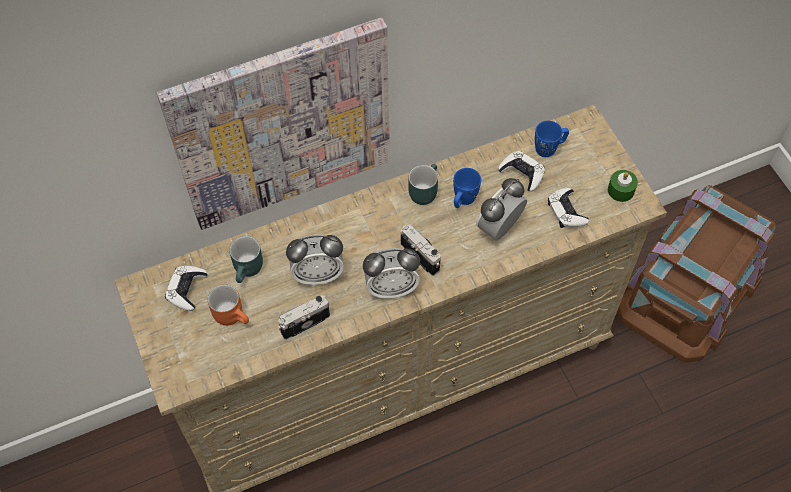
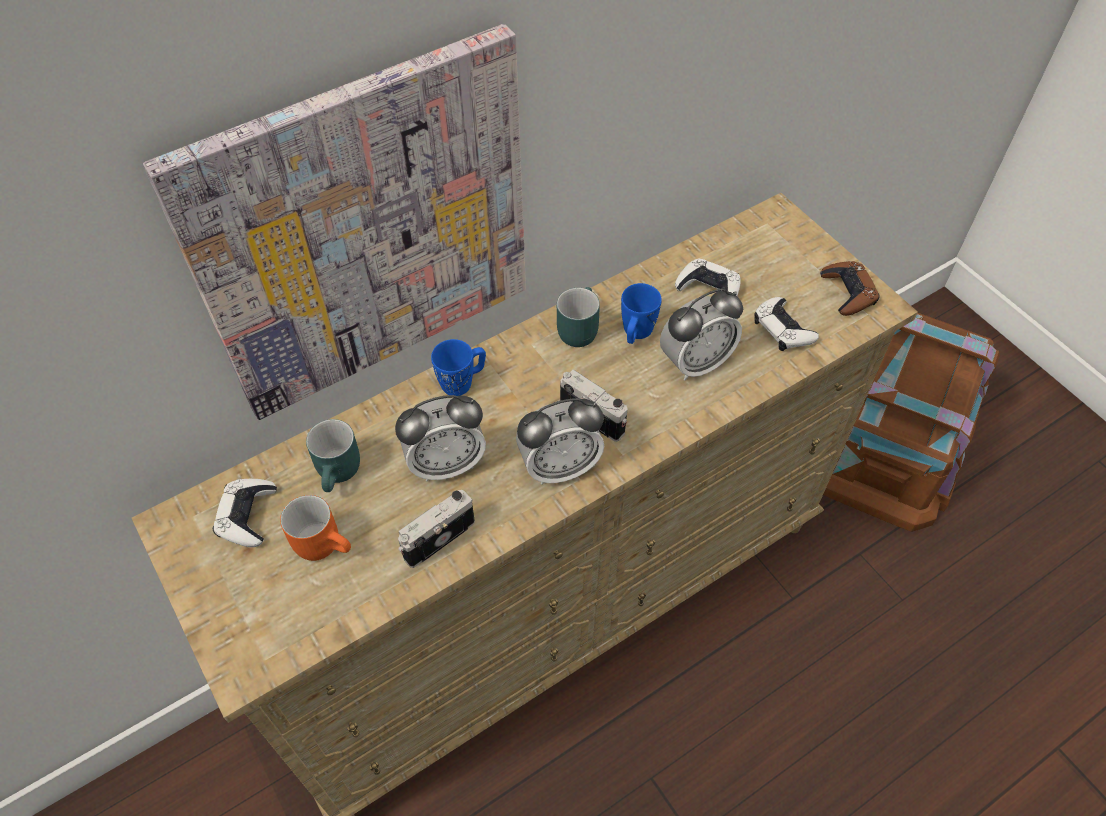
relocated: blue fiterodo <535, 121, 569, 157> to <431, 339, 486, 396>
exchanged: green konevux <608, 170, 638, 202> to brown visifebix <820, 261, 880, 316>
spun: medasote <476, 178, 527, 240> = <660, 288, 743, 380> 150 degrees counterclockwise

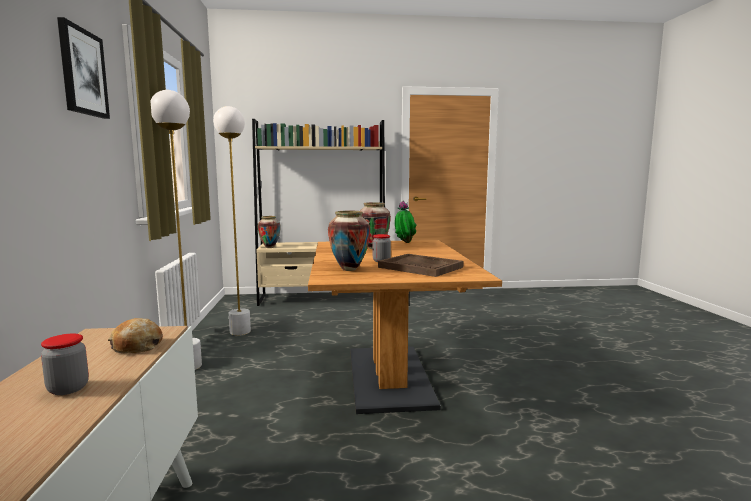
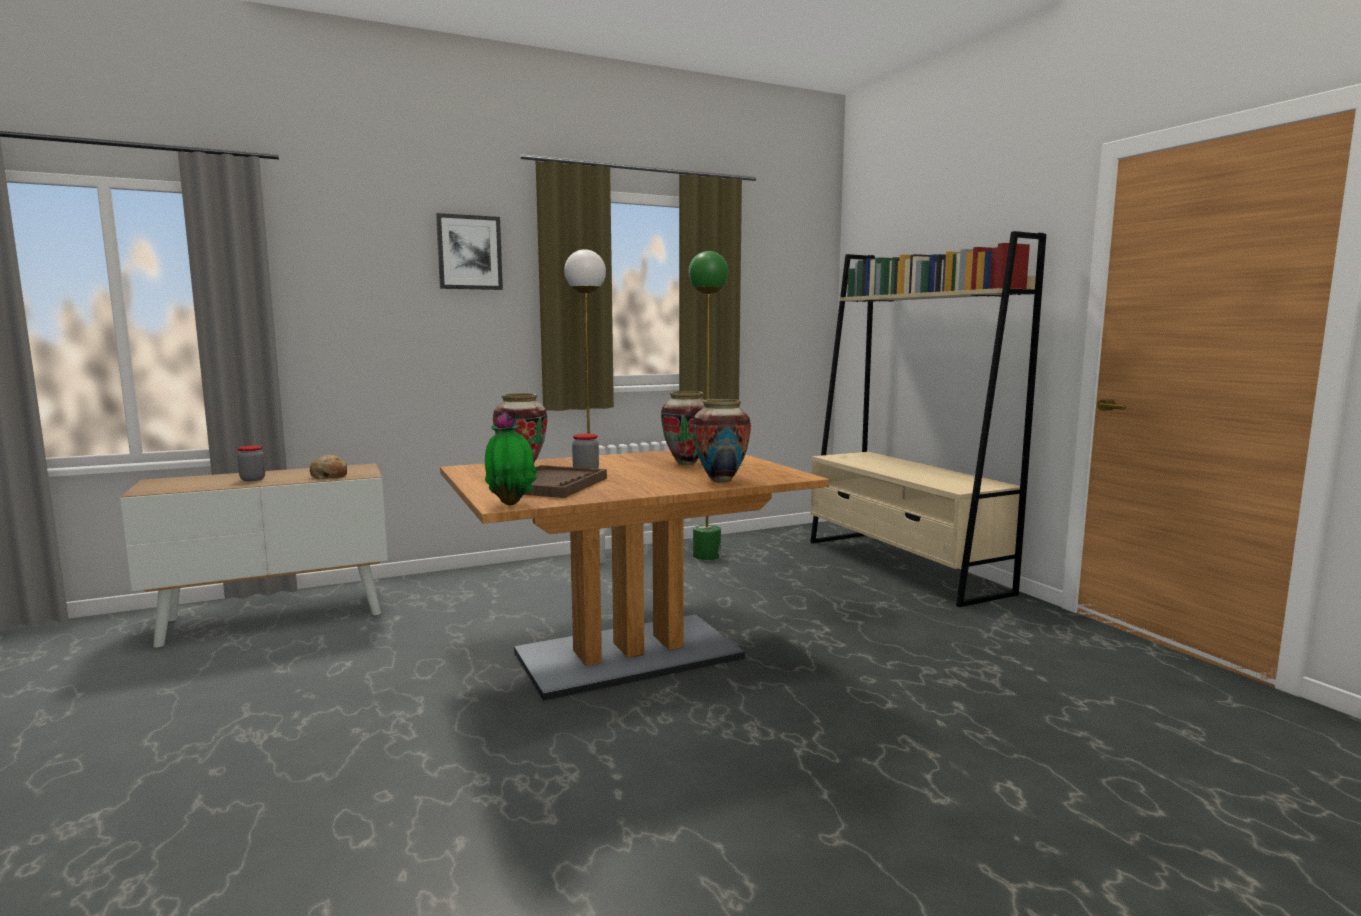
relocated: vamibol <257, 216, 281, 248> to <693, 399, 751, 483>; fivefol <395, 201, 416, 243> to <485, 412, 537, 505>
colour: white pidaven <213, 106, 251, 335> to green pidaven <689, 251, 729, 560>

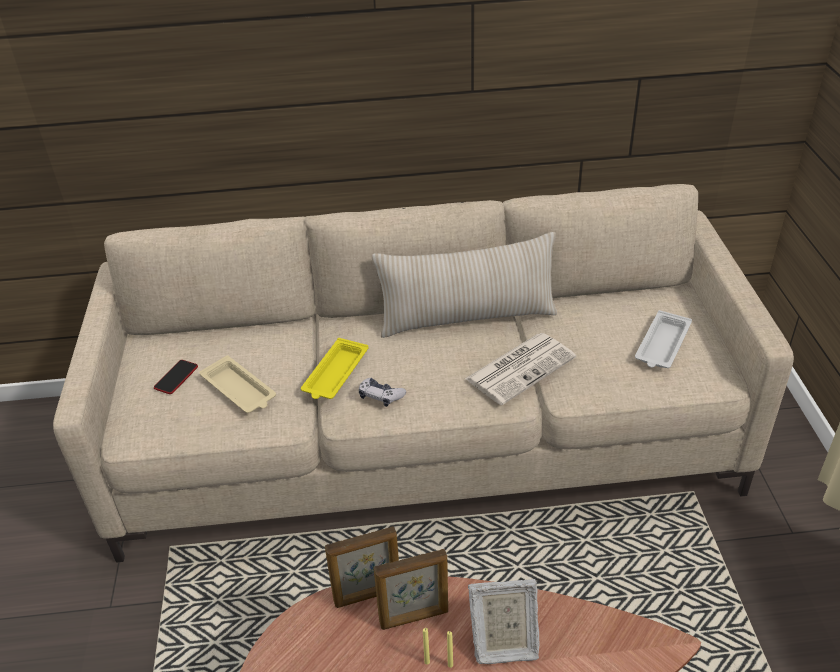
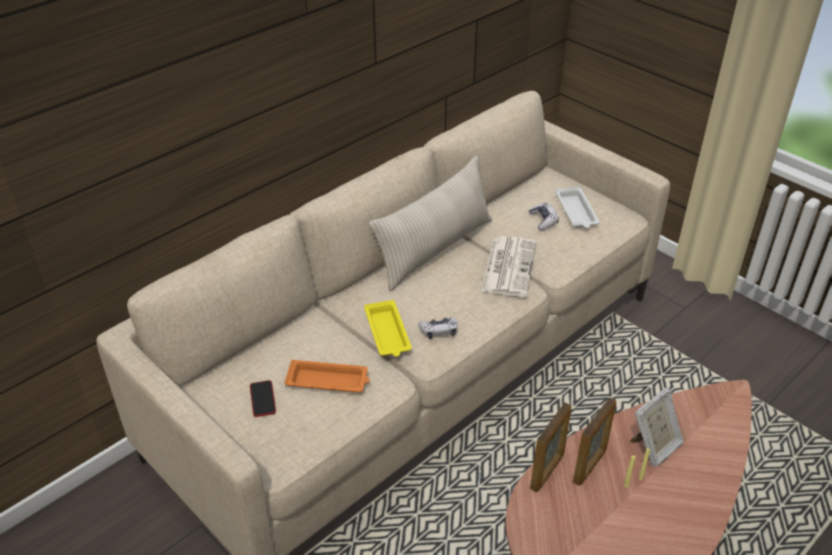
appeared: visifebix <529, 202, 559, 230>
colour: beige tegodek <199, 355, 276, 413> to orange tegodek <284, 359, 370, 392>

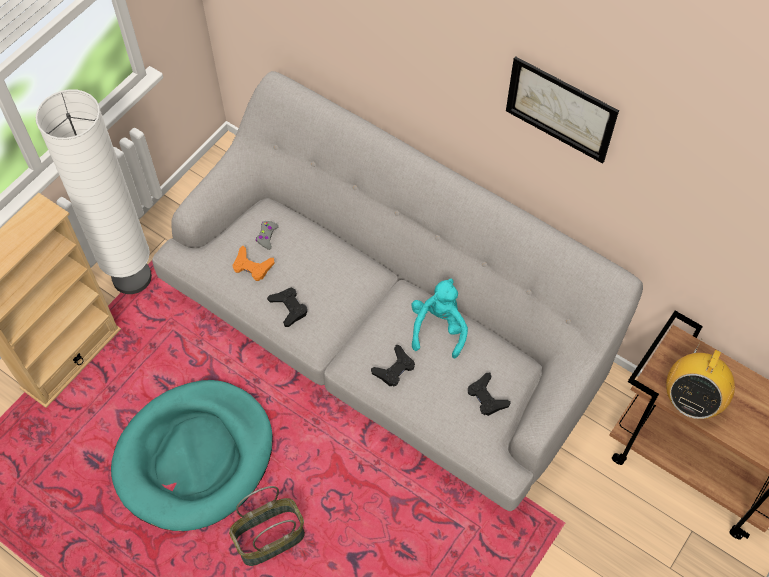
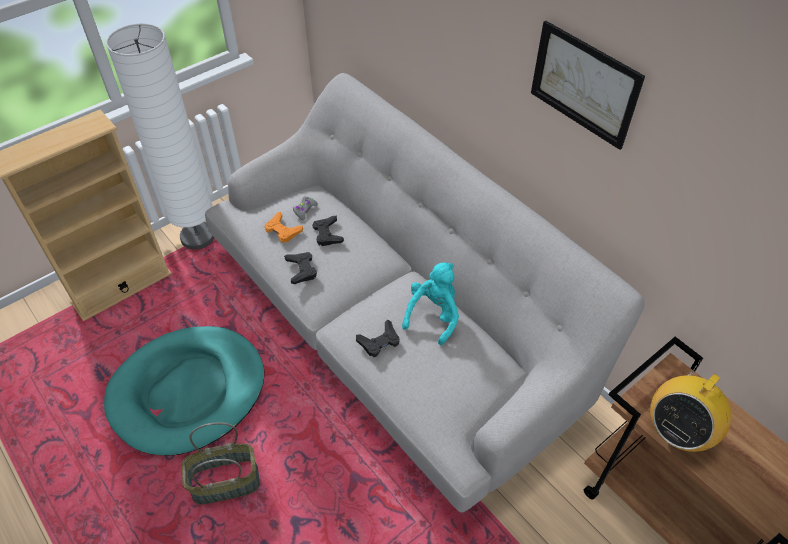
relocated: black visifebix <468, 372, 511, 416> to <313, 216, 344, 246>

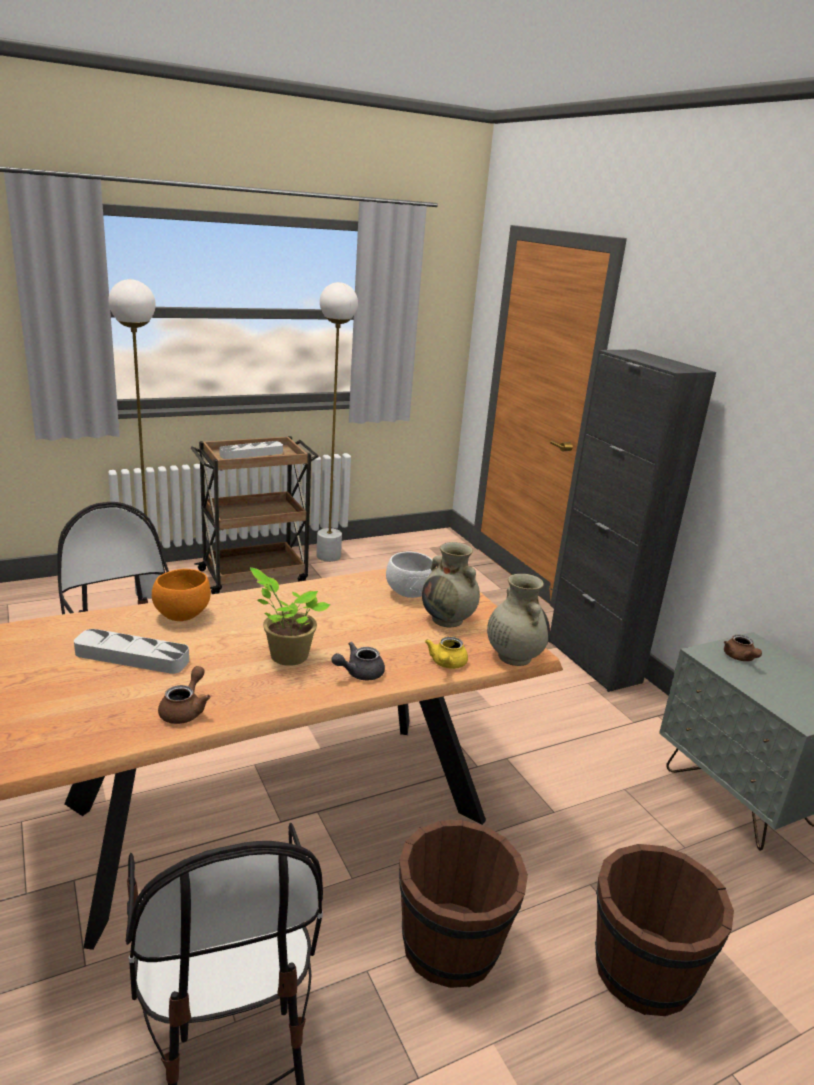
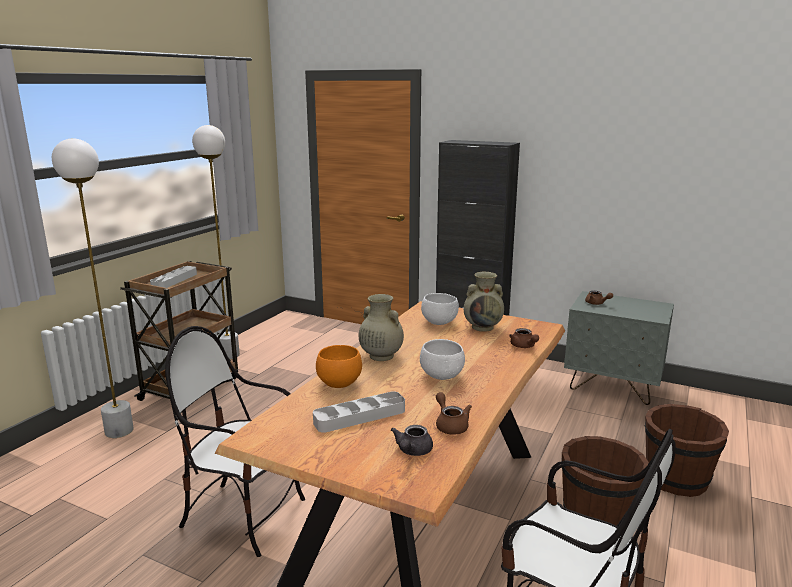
relocated: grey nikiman <331, 642, 385, 681> to <391, 425, 433, 456>; beige vamibol <487, 574, 550, 666> to <359, 294, 404, 361>
exchanged: fivefol <250, 567, 330, 666> to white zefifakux <420, 339, 465, 380>
colour: yellow nikiman <425, 637, 468, 669> to brown nikiman <509, 328, 539, 348>

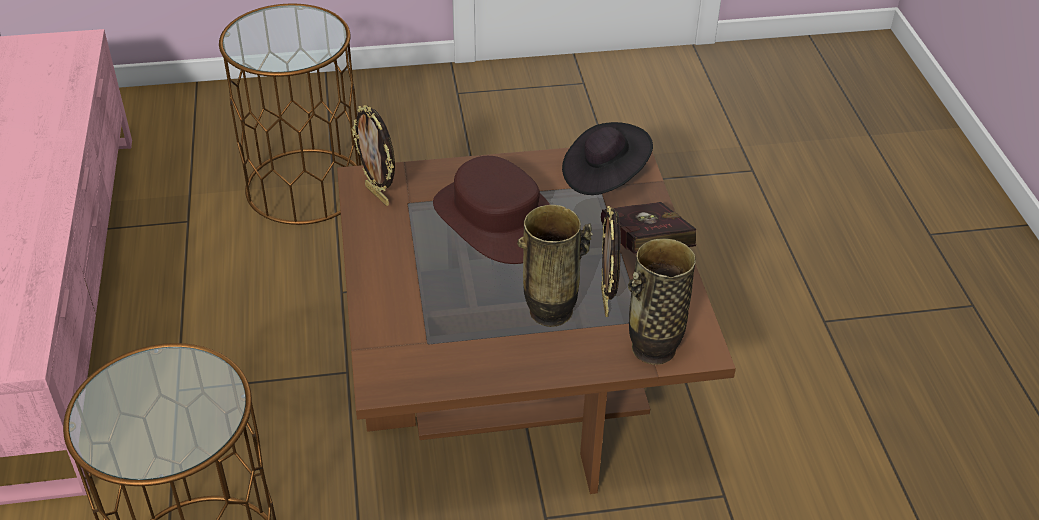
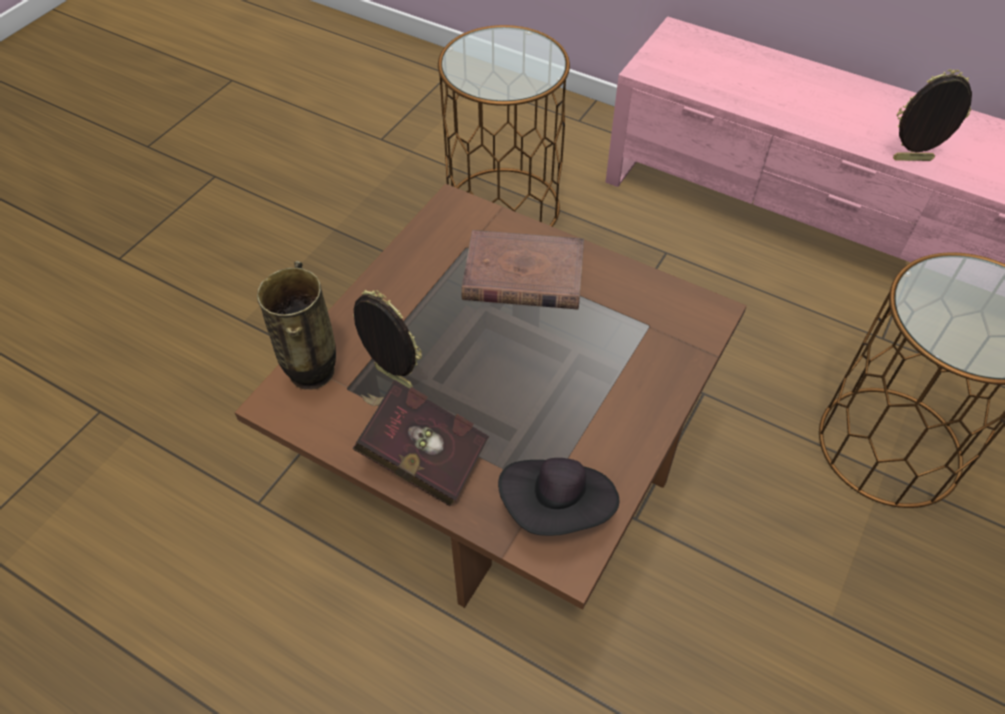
missing: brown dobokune <433, 156, 550, 264>; vamibol <517, 205, 593, 327>
appeared: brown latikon <461, 230, 584, 310>
relocated: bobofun <351, 105, 395, 206> to <893, 69, 972, 161>

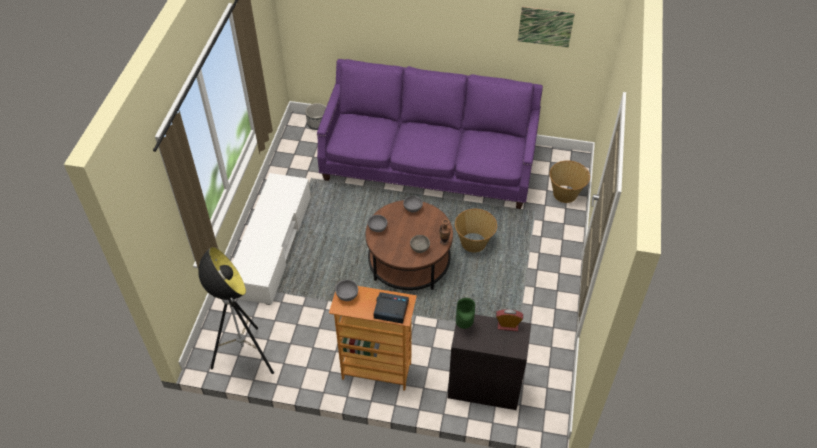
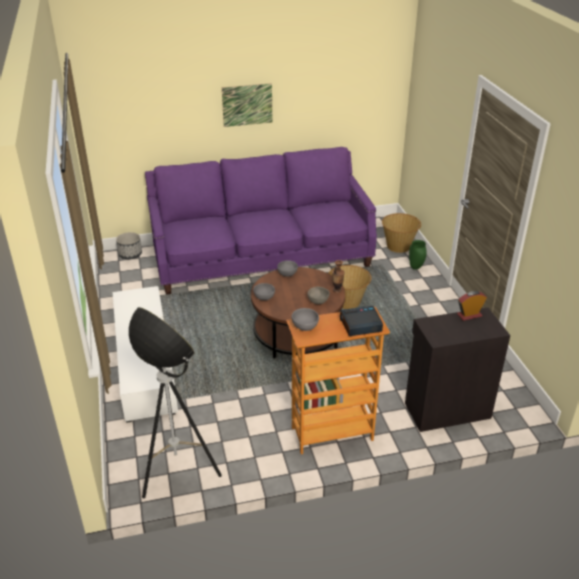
relocated: green vamibol <456, 298, 475, 329> to <409, 240, 427, 270>; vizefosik <518, 7, 575, 48> to <222, 83, 272, 127>

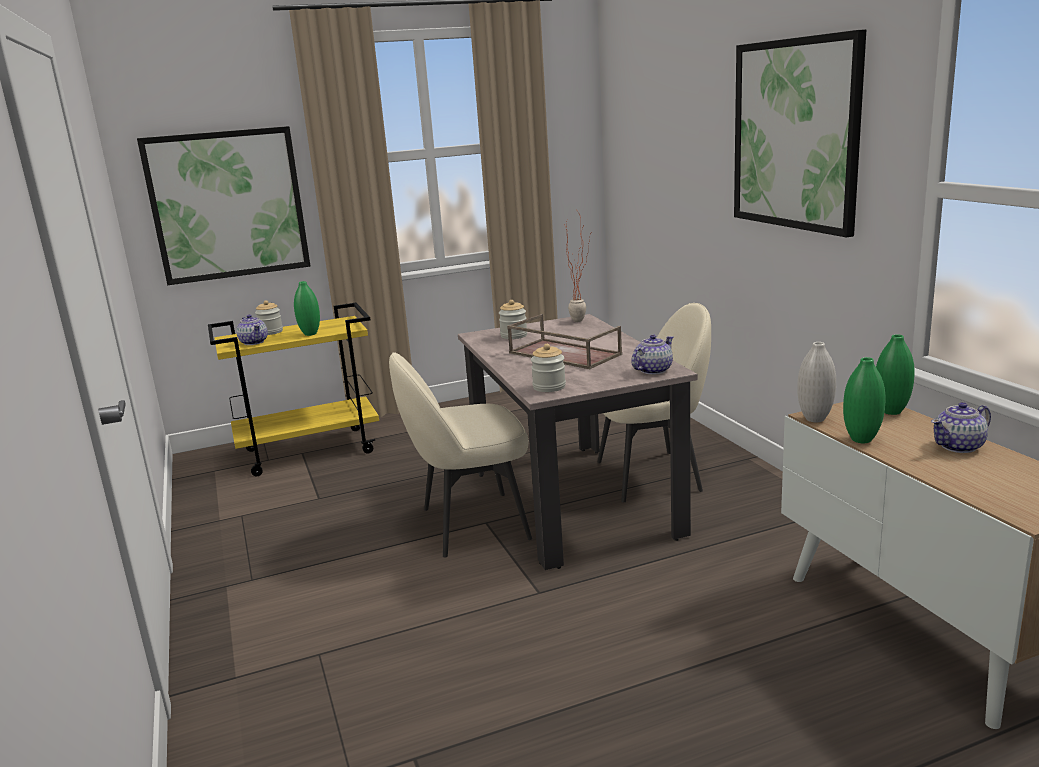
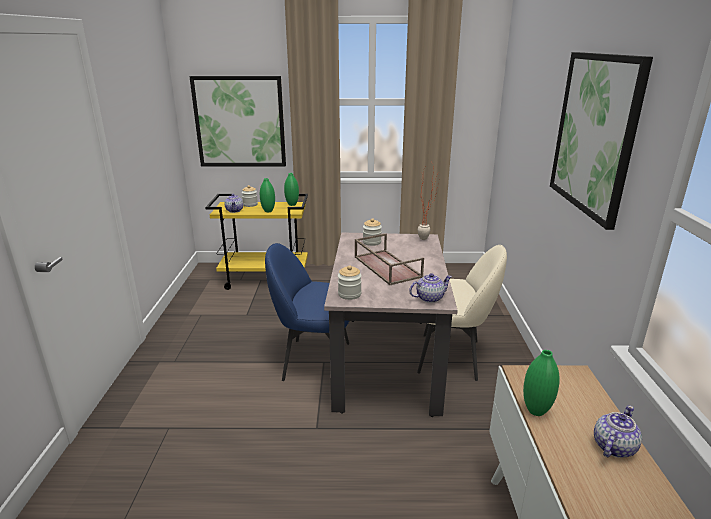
missing: white vamibol <797, 342, 836, 422>
relocated: green vamibol <876, 334, 915, 415> to <284, 173, 299, 206>
colour: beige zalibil <389, 352, 532, 558> to blue zalibil <265, 243, 349, 381>
spun: nikiman <931, 402, 991, 453> = <594, 405, 642, 458> 135 degrees clockwise

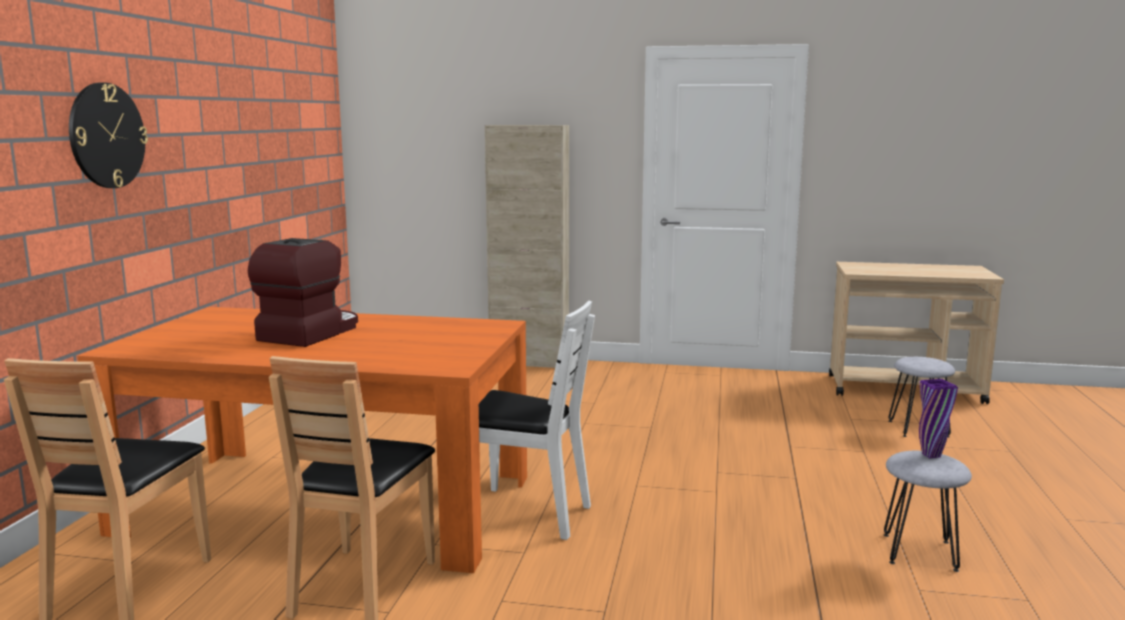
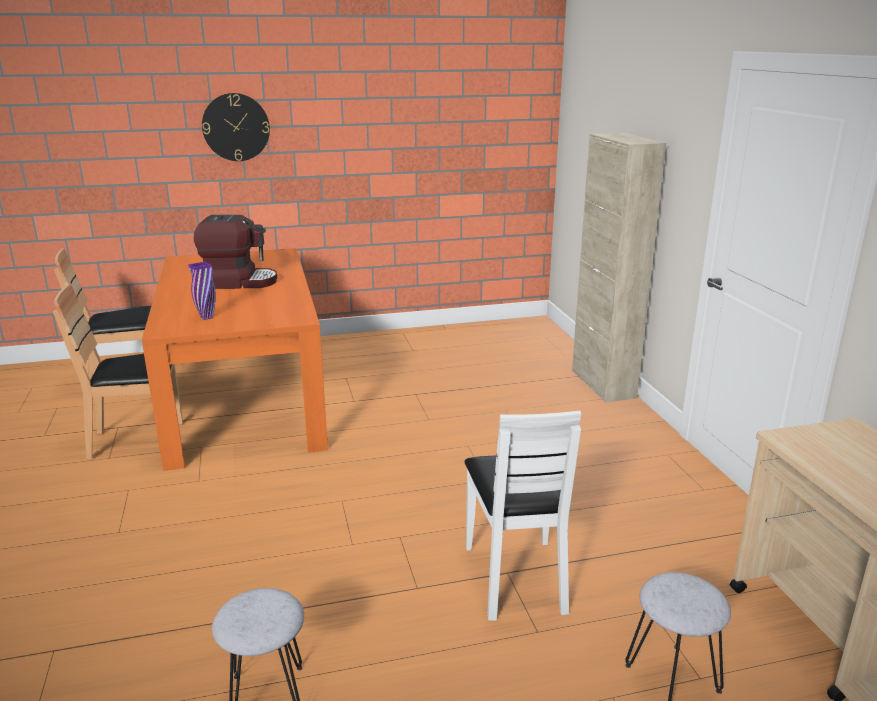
relocated: white zalibil <479, 300, 595, 540> to <465, 411, 581, 621>; purple vamibol <919, 379, 958, 458> to <188, 262, 216, 320>

